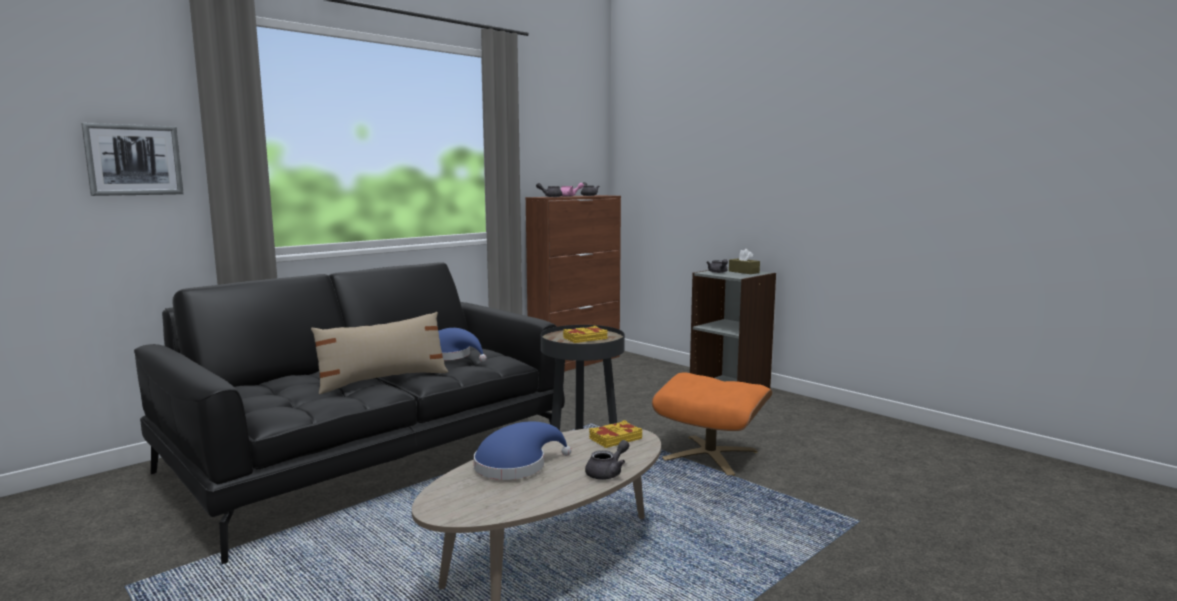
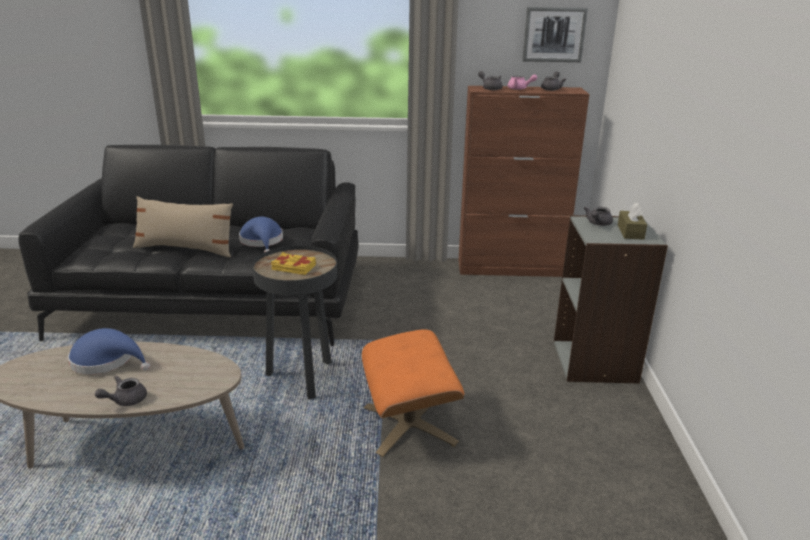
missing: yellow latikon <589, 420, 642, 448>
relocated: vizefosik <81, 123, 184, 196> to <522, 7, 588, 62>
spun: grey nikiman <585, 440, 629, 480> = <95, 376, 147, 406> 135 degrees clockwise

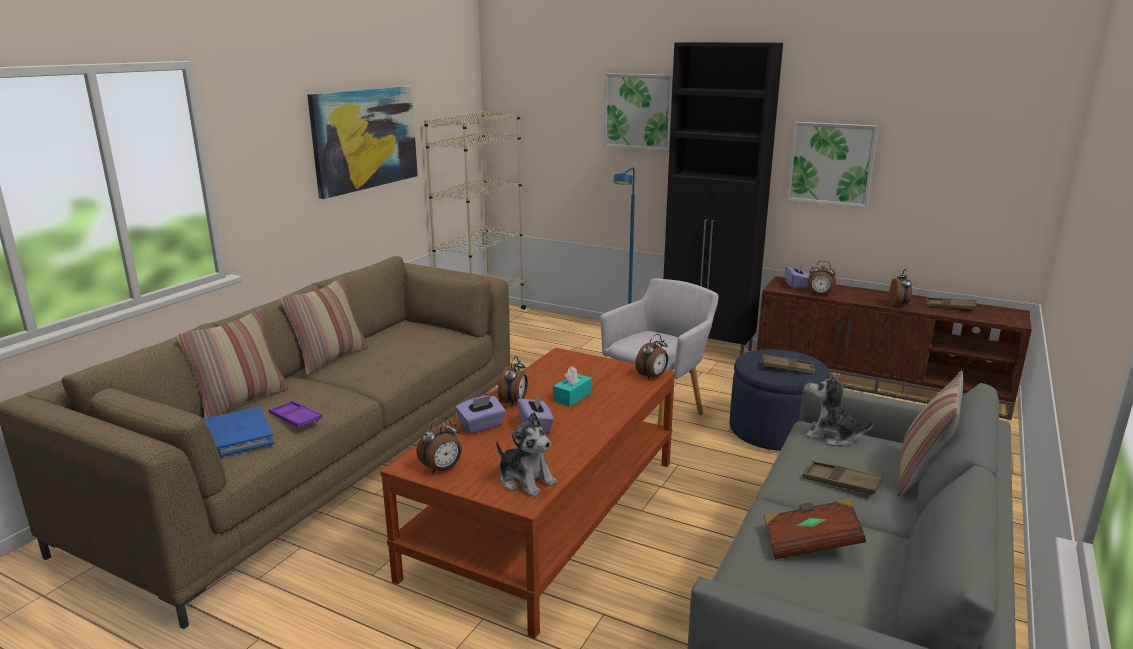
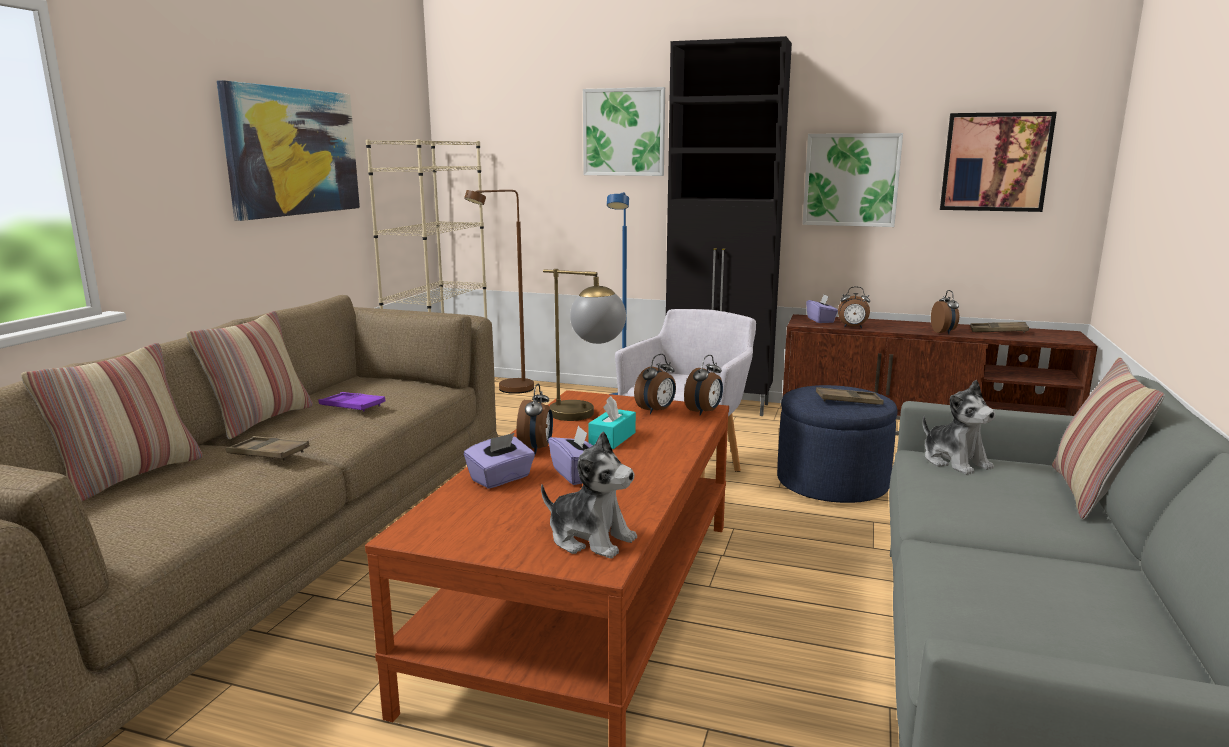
missing: blue latikon <204, 407, 274, 457>; brown latikon <764, 498, 866, 559>
appeared: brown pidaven <464, 190, 534, 394>; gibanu <543, 269, 626, 421>; vizefosik <940, 112, 1057, 212>
relocated: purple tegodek <269, 401, 323, 428> to <318, 392, 385, 412>; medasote <416, 417, 462, 474> to <634, 354, 676, 414>; brown tegodek <803, 461, 883, 495> to <226, 436, 310, 460>
spun: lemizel <806, 374, 874, 447> = <923, 380, 996, 475> 135 degrees counterclockwise

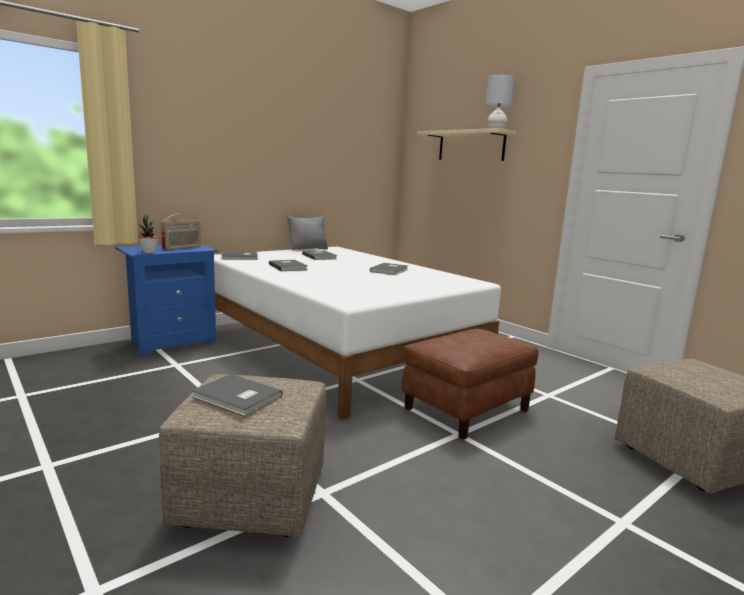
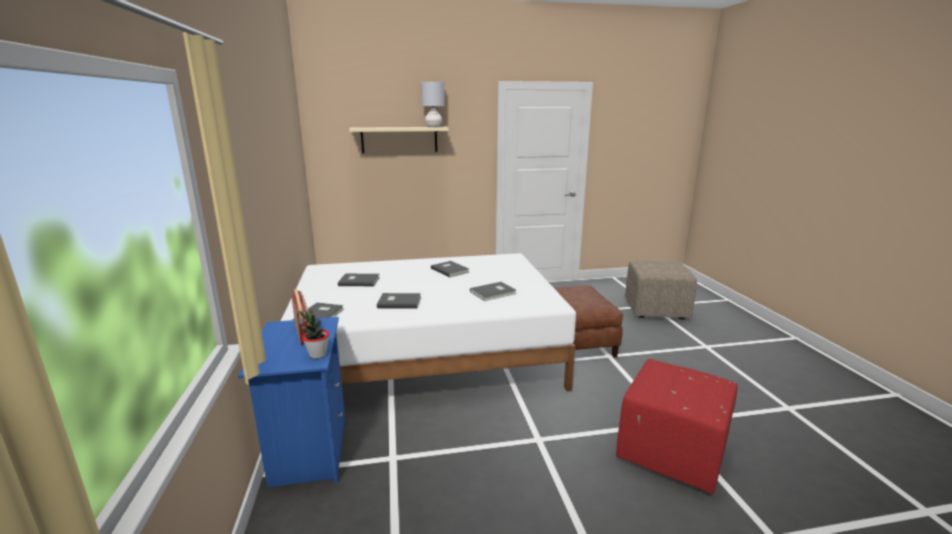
missing: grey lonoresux <287, 216, 328, 250>
relocated: grey latikon <192, 374, 282, 417> to <470, 282, 516, 301>
colour: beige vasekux <159, 374, 326, 537> to red vasekux <616, 359, 738, 494>

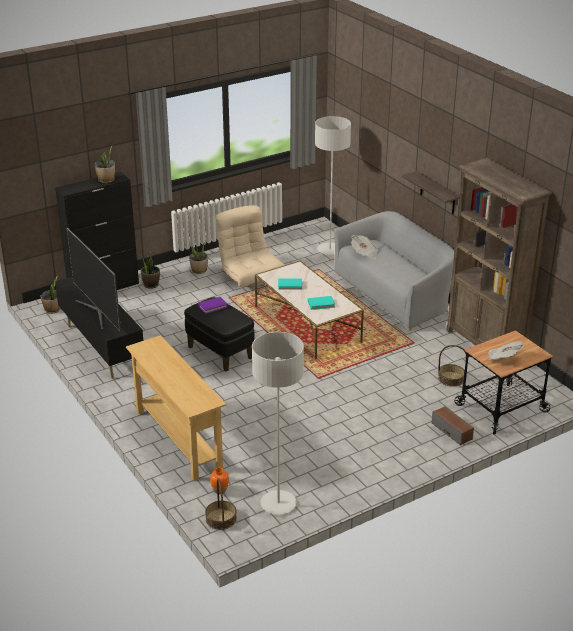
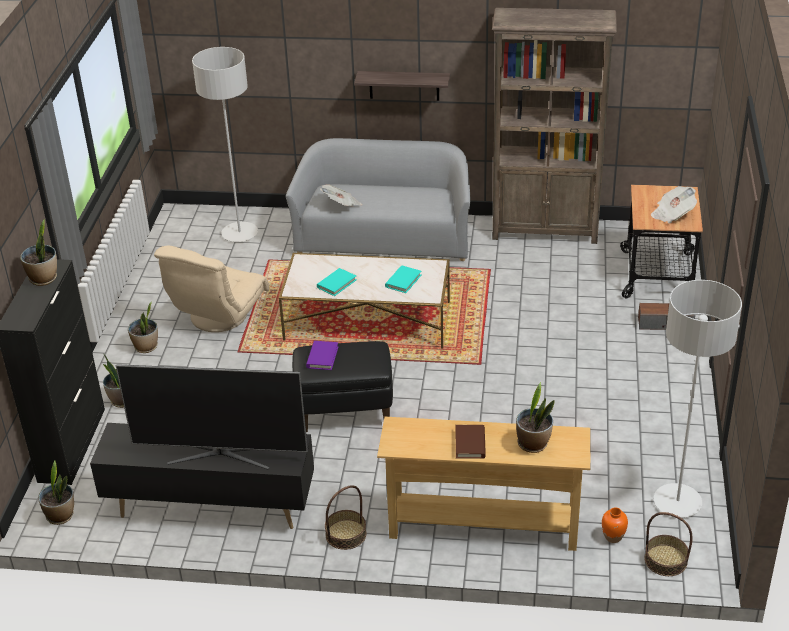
appeared: brown latikon <456, 425, 486, 459>; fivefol <516, 382, 555, 453>
relocated: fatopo <438, 345, 466, 387> to <325, 485, 366, 550>
spun: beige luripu <215, 205, 285, 287> = <154, 245, 269, 332> 75 degrees counterclockwise

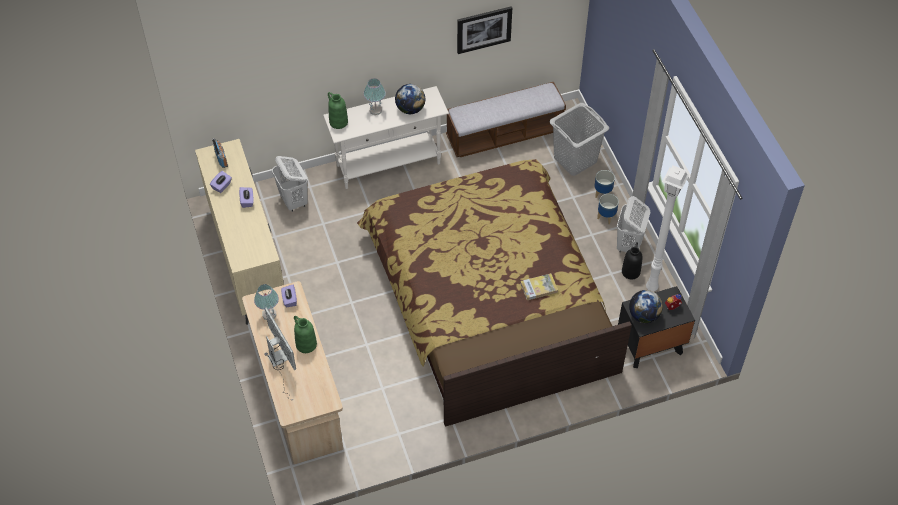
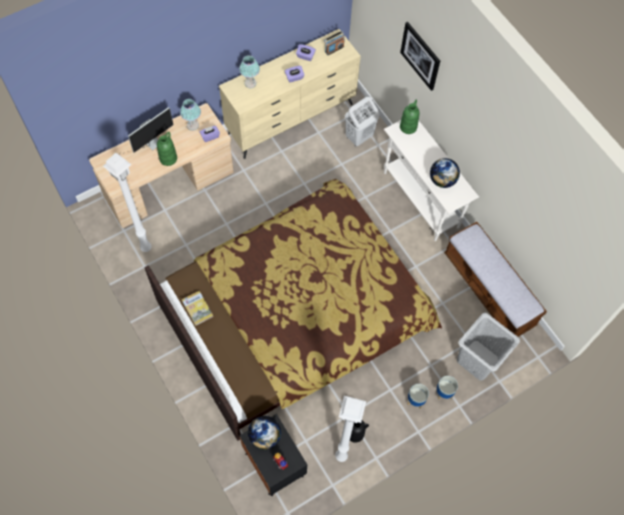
missing: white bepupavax <617, 196, 650, 253>
appeared: white pidaven <103, 153, 152, 252>
relocated: gibanu <364, 78, 386, 115> to <239, 55, 260, 88>; vizefosik <457, 6, 512, 54> to <400, 22, 440, 91>; latikon <520, 273, 558, 300> to <182, 291, 213, 326>

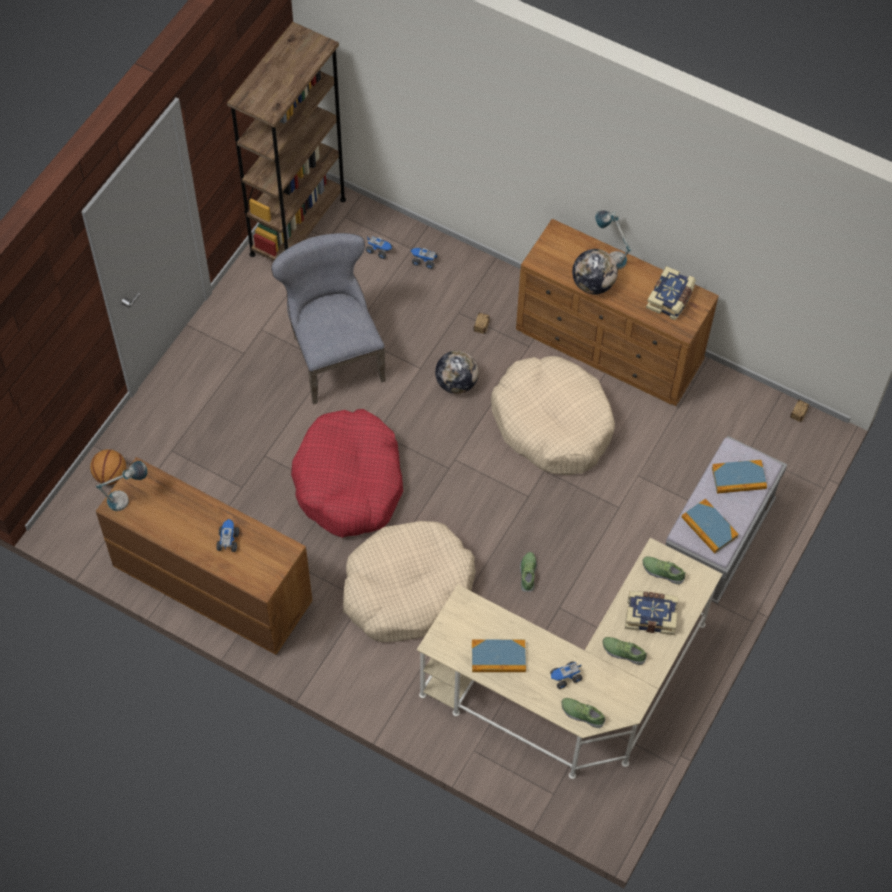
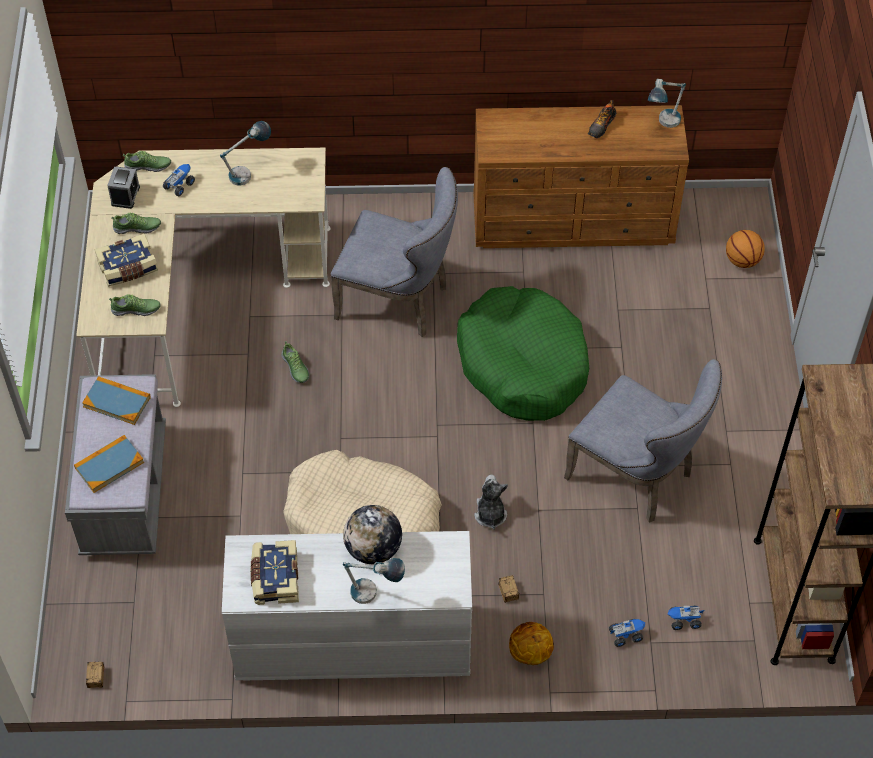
missing: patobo <216, 519, 239, 552>
appeared: medasote <107, 167, 140, 209>; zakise <509, 622, 554, 665>; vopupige <588, 100, 617, 138>
exchanged: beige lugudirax <343, 521, 476, 642> to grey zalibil <330, 167, 458, 337>; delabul <435, 350, 479, 394> to lemizel <474, 475, 508, 530>; latikon <472, 639, 526, 672> to gibanu <220, 121, 271, 185>
colour: red lugudirax <291, 409, 403, 538> to green lugudirax <457, 286, 589, 421>; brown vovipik <516, 219, 719, 406> to white vovipik <222, 531, 472, 680>

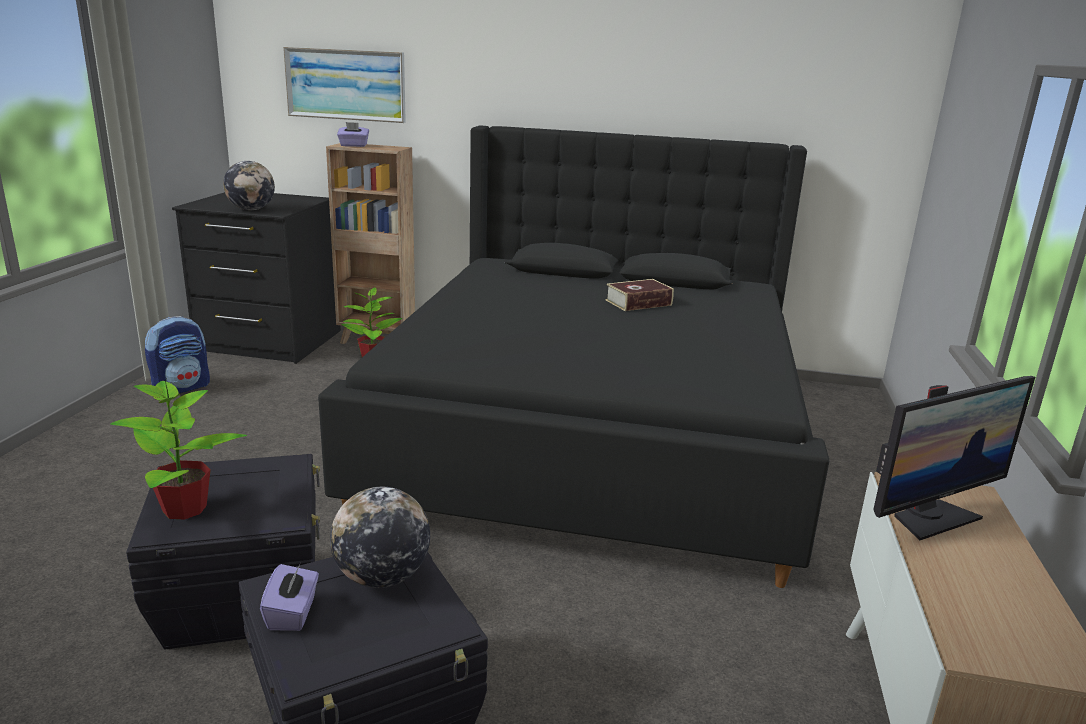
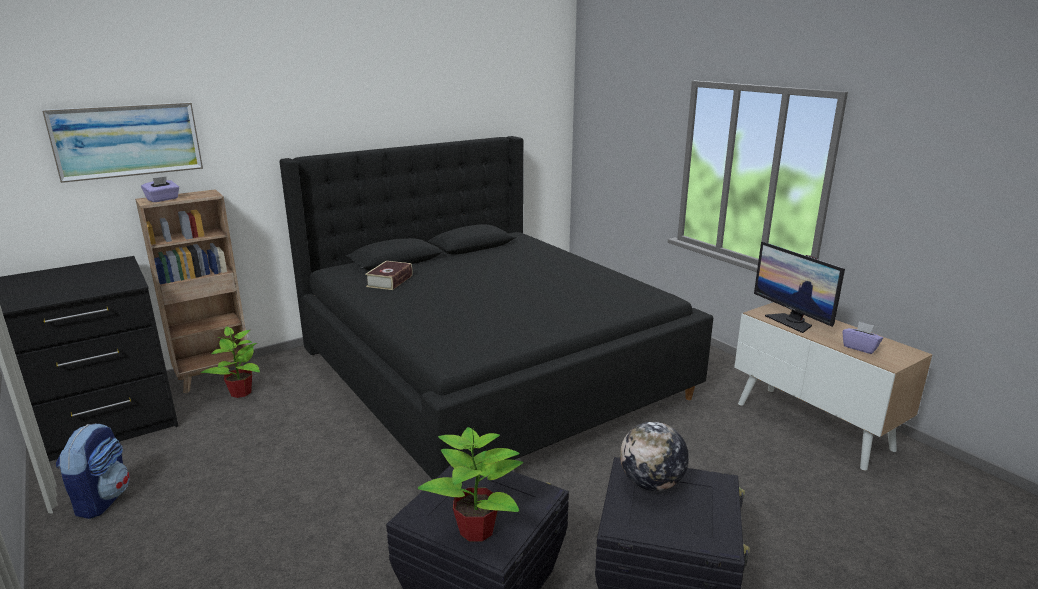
missing: delabul <223, 161, 275, 210>
relocated: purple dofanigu <260, 563, 319, 631> to <842, 321, 883, 354>; latikon <606, 279, 674, 311> to <365, 261, 412, 290>
spun: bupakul <873, 376, 1035, 541> = <754, 241, 845, 333> 135 degrees clockwise

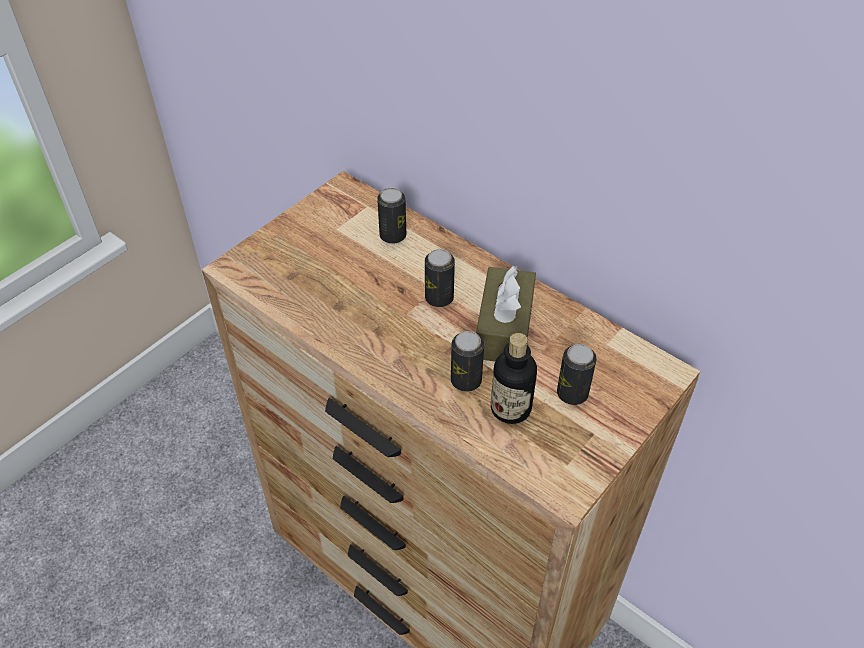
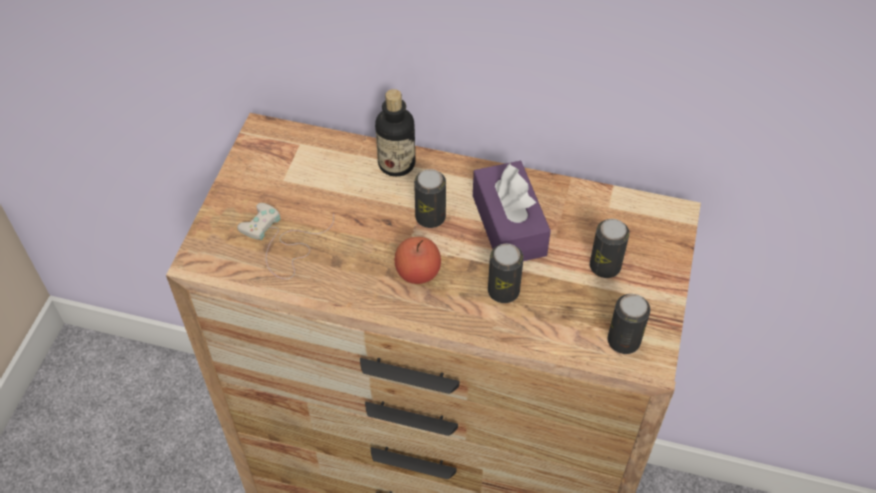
appeared: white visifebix <237, 203, 334, 279>; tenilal <394, 237, 441, 284>
relocated: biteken <377, 188, 406, 244> to <608, 294, 650, 354>; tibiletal <491, 333, 537, 424> to <375, 89, 415, 177>
colour: brown dofanigu <476, 266, 536, 361> to purple dofanigu <473, 161, 551, 261>

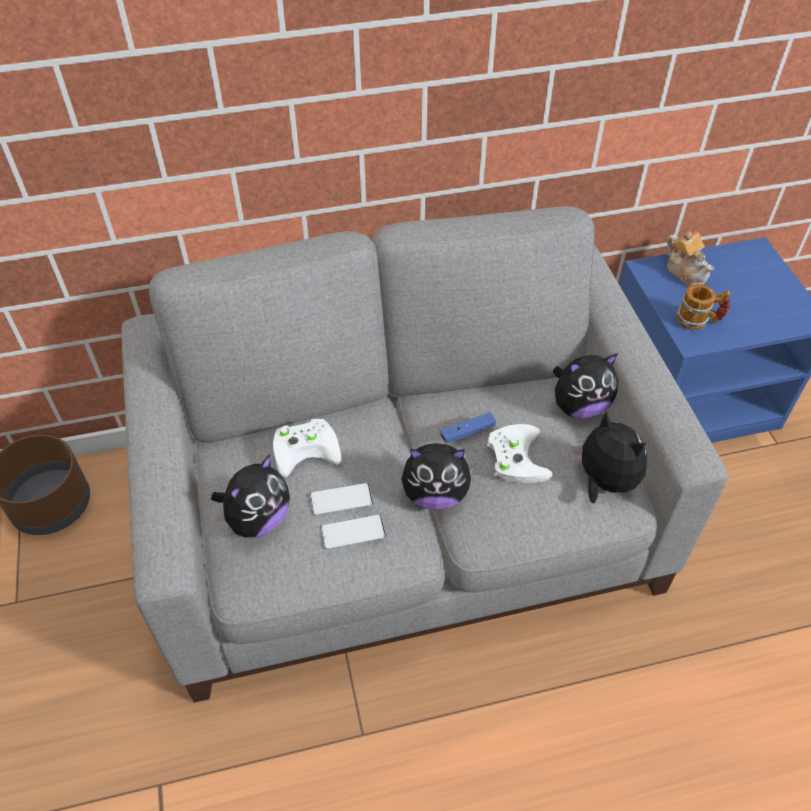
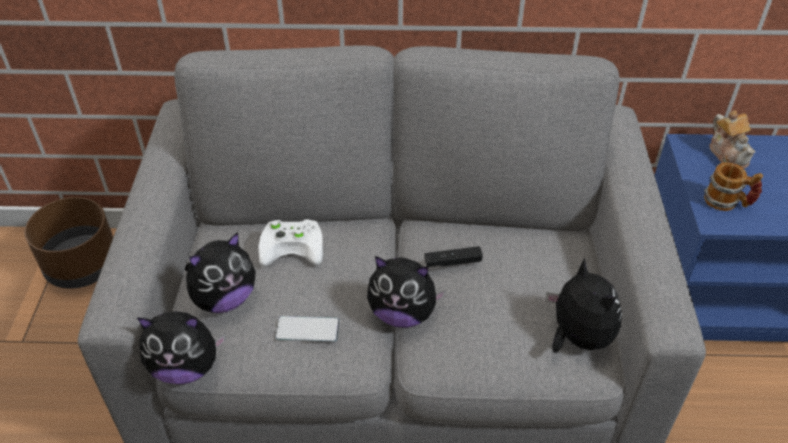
missing: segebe <310, 483, 373, 516>; white visifebix <487, 424, 553, 483>
relocated: lemizel <552, 353, 618, 419> to <137, 311, 226, 385>
colour: blue visifebix <440, 412, 496, 443> to black visifebix <424, 246, 483, 267>

